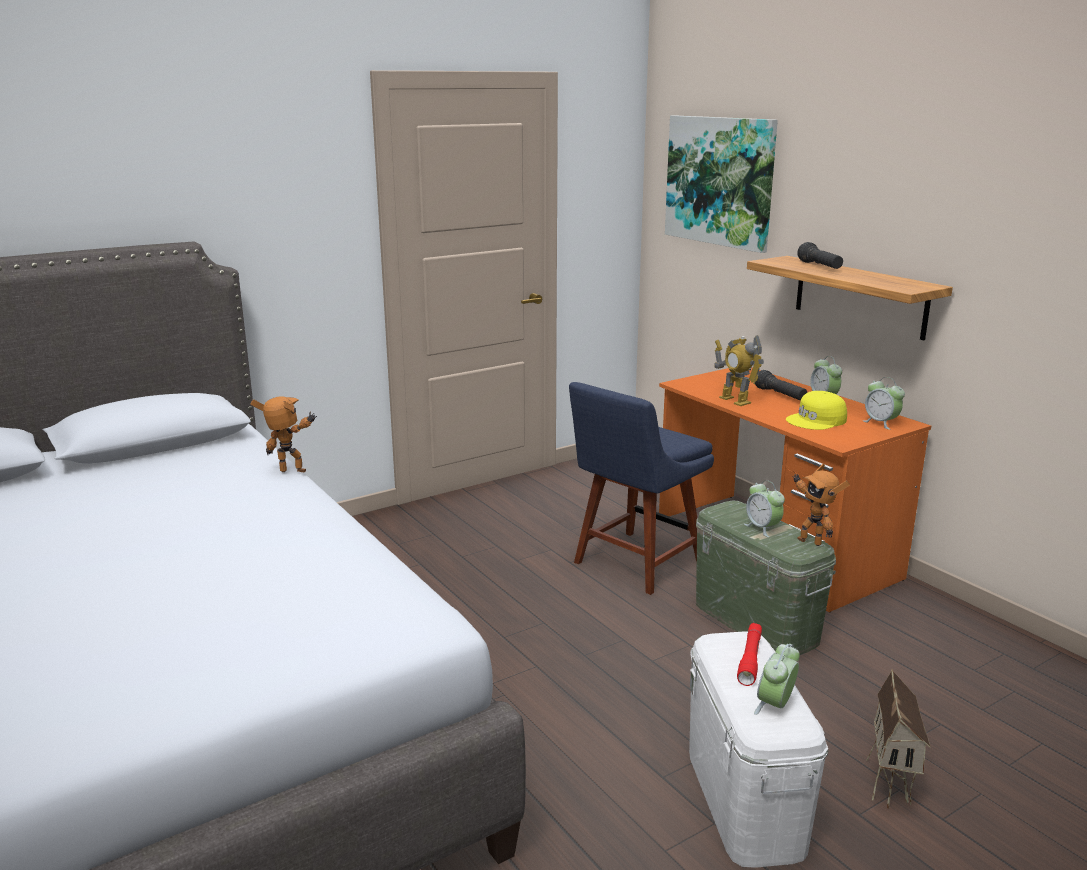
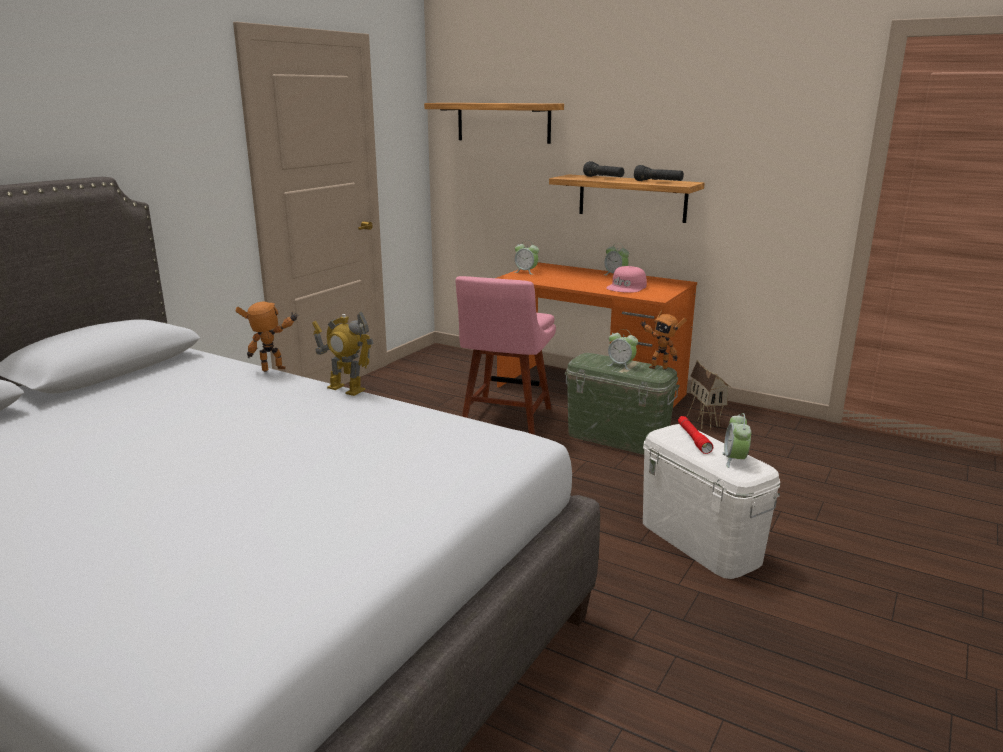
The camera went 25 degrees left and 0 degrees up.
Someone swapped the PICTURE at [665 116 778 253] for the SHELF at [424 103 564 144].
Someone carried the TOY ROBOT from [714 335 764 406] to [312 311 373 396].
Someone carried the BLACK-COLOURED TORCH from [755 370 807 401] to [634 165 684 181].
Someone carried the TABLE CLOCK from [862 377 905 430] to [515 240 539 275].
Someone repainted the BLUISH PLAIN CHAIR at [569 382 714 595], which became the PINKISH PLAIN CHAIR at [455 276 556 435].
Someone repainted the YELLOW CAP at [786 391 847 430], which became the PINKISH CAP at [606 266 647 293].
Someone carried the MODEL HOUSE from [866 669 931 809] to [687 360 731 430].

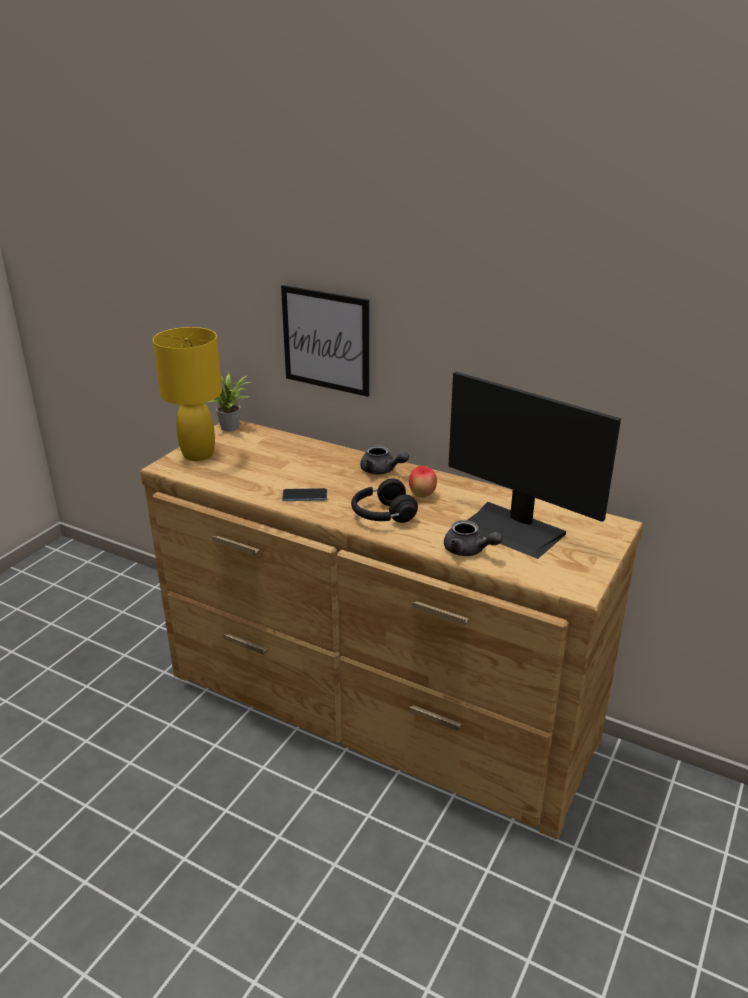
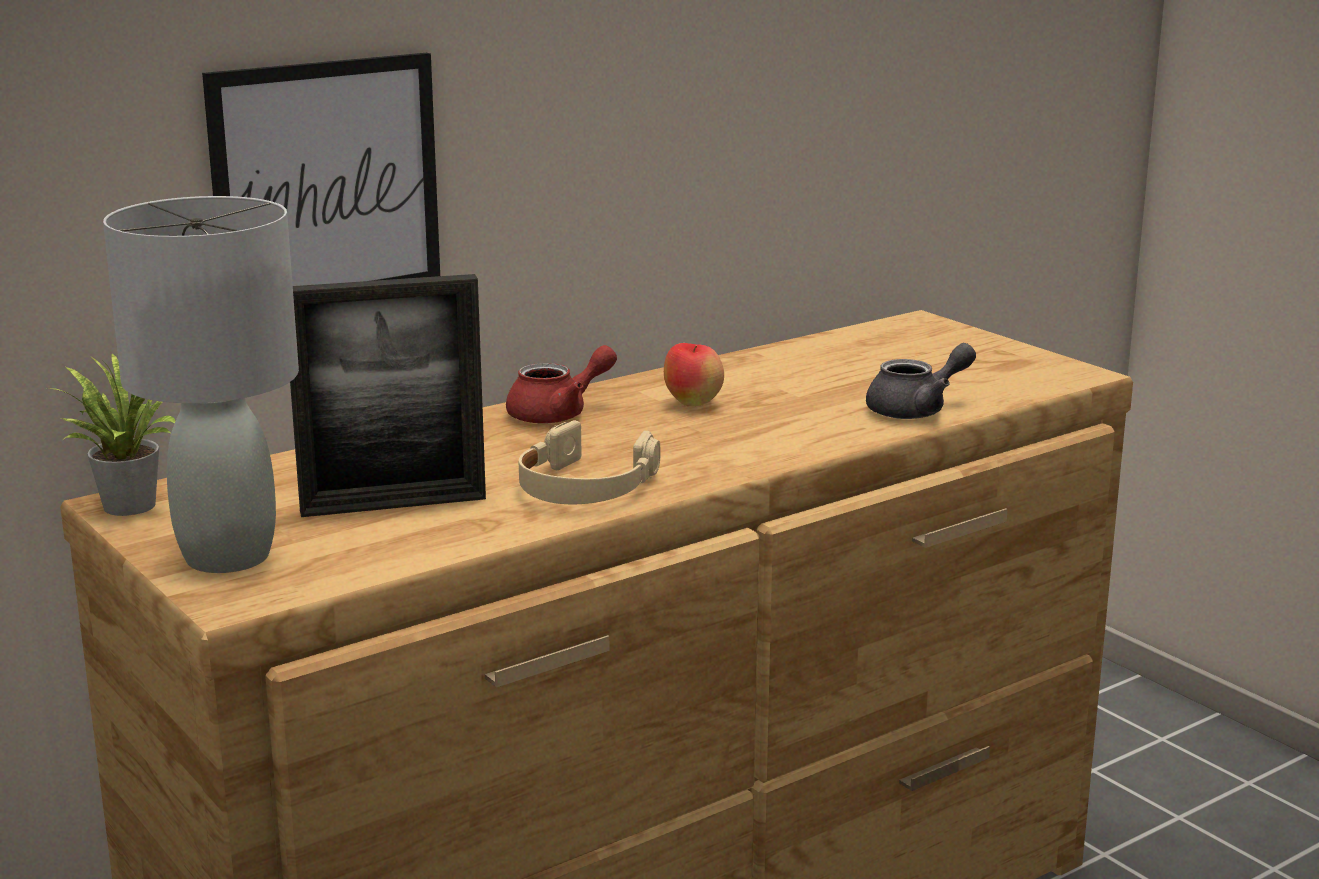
The camera went 65 degrees left and 10 degrees down.
Someone repainted the YELLOW TABLETOP LAMP at [153 327 222 461], which became the GREYISH TABLETOP LAMP at [103 196 299 573].
Someone took away the COMPUTER DISPLAY at [448 372 621 559].
Someone repainted the GREYISH POT FOR TEA at [360 445 409 475], which became the REDDISH POT FOR TEA at [506 345 617 424].
Someone took away the BLACK-COLOURED HEADSET at [351 478 418 523].
Someone swapped the PHONE at [282 488 327 501] for the BEIGE-COLOURED HEADSET at [519 420 660 504].
Someone put down the PICTURE FRAME at [290 274 486 517].

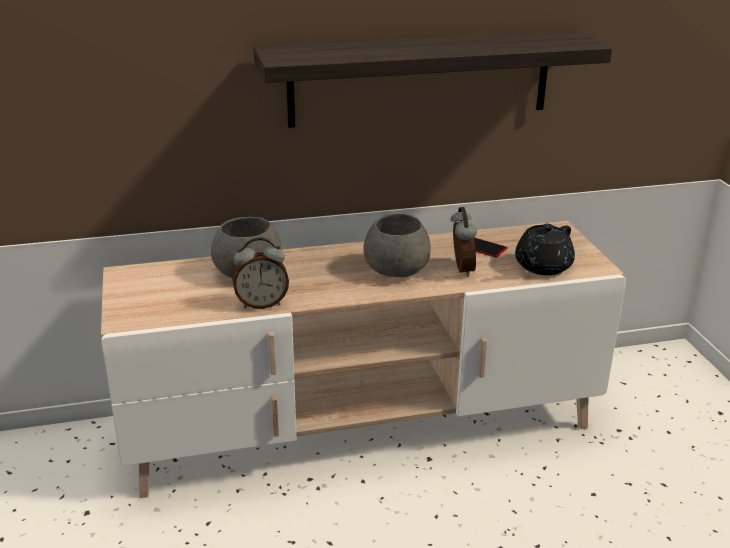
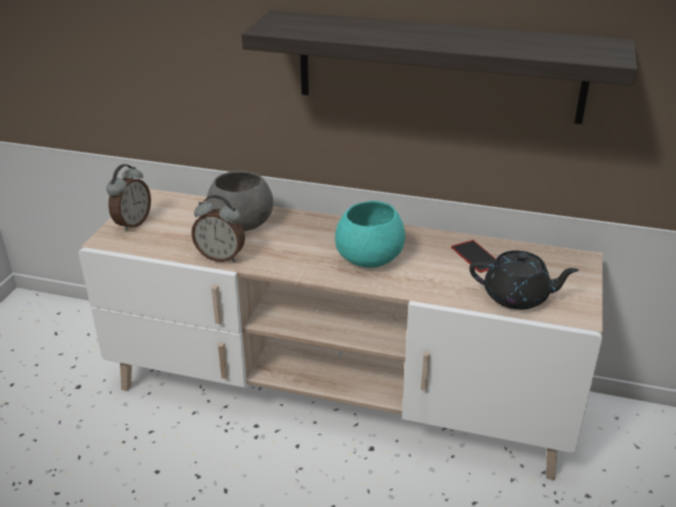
The camera went 30 degrees right and 5 degrees up.
Someone carried the TABLE CLOCK from [450 207 477 277] to [106 164 151 232].
Someone repainted the GREYISH SERVING BOWL at [363 214 431 277], which became the TURQUOISE-COLOURED SERVING BOWL at [335 201 405 268].
Someone rotated the BLACK-COLOURED POT FOR TEA at [515 224 575 275] by 150 degrees counterclockwise.

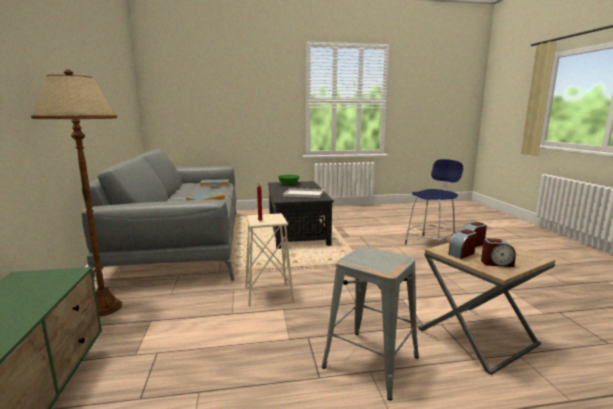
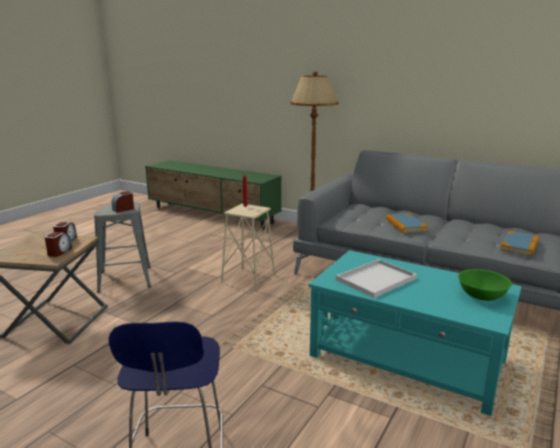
The camera went 130 degrees right and 5 degrees up.
Someone repainted the BLACK-COLOURED COFFEE TABLE at [268 181 334 249], which became the TURQUOISE-COLOURED COFFEE TABLE at [308 250 522 416].
Someone carried the TABLE CLOCK from [481 238 516 267] to [112 191 134 213].

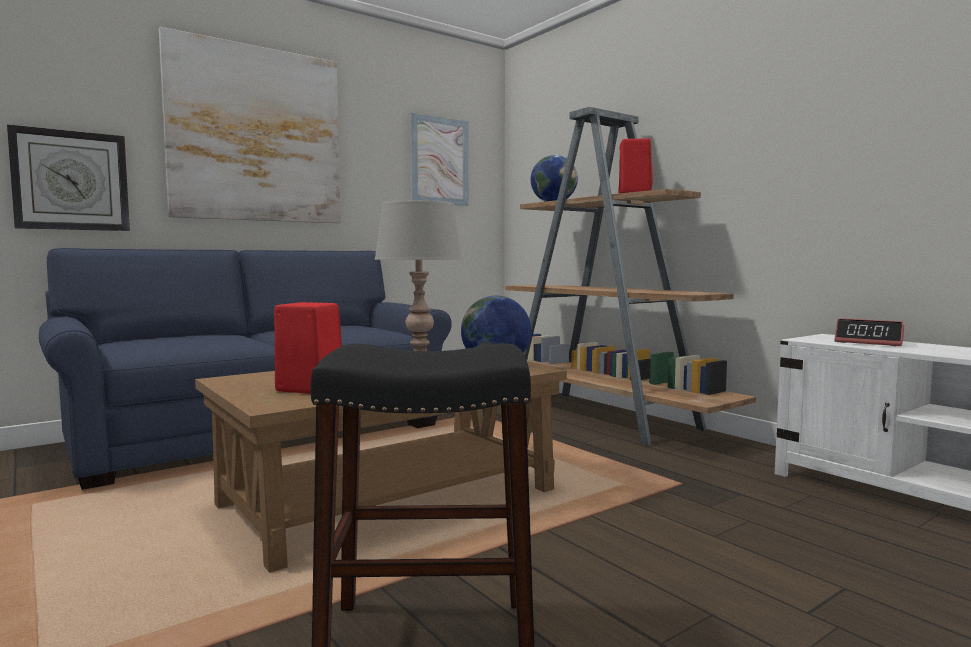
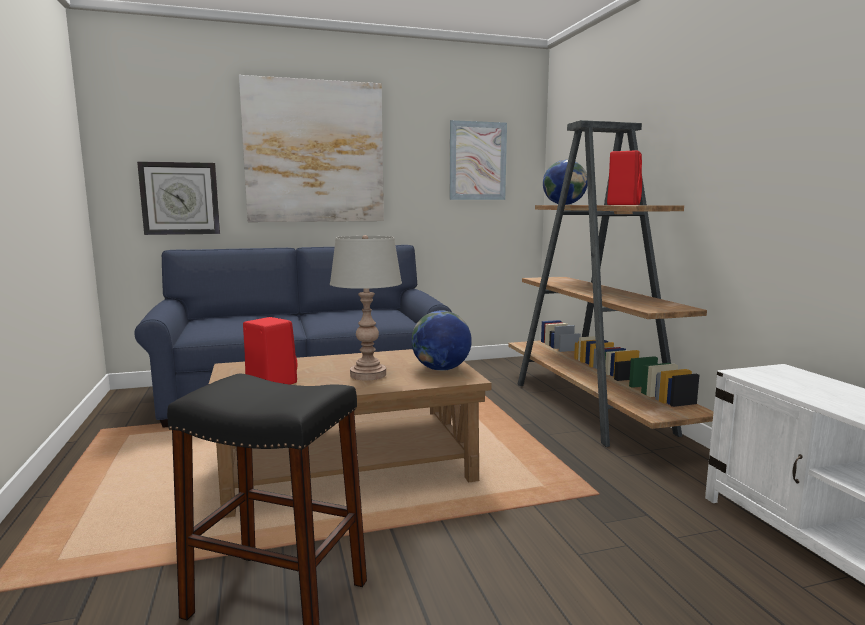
The camera went 20 degrees right and 5 degrees up.
Someone took away the TABLE CLOCK at [834 318 904 346].

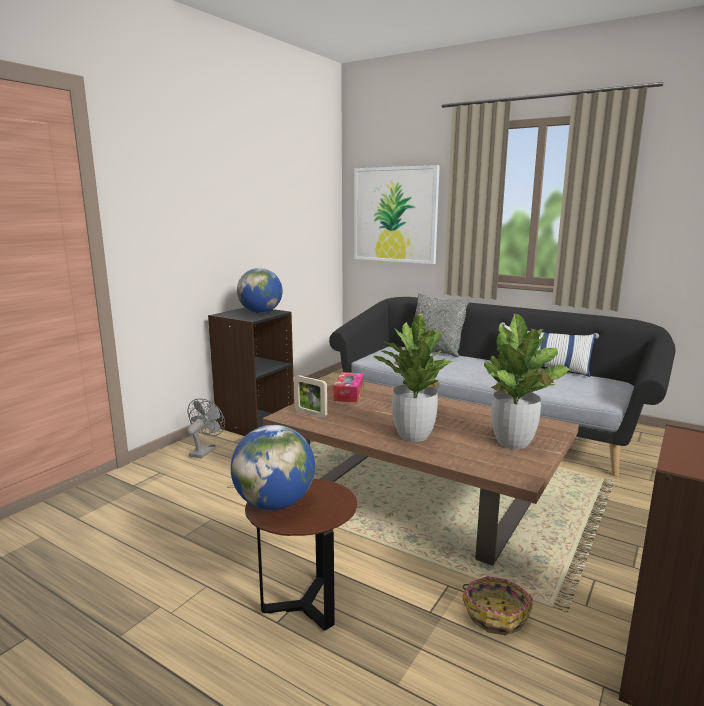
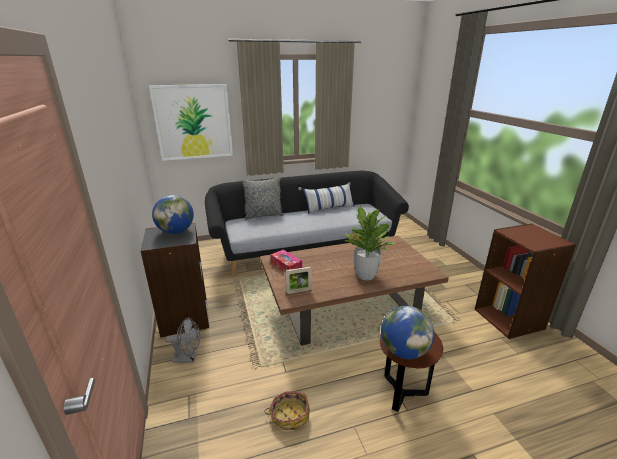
The camera went 50 degrees left and 10 degrees up.
Someone took away the POTTED PLANT at [484 313 570 449].
Someone rotated the GREYISH FAN at [187 398 225 458] by 120 degrees clockwise.
Someone carried the BASKET from [462 576 533 635] to [264 392 310 430].

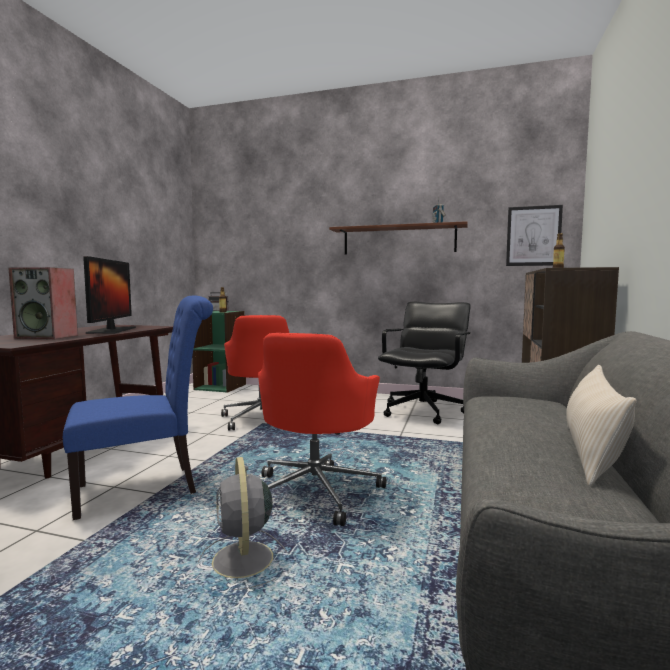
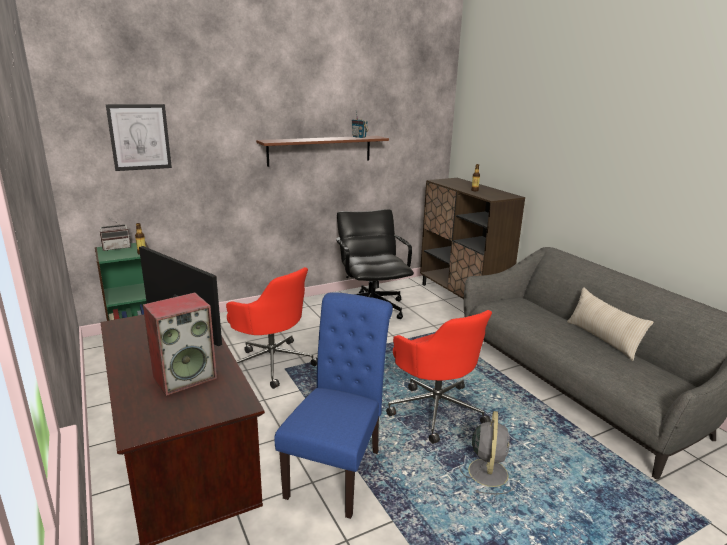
The camera went 45 degrees left and 15 degrees up.
Someone carried the PICTURE from [506 205 563 266] to [106 104 172 171].
Someone rotated the GREYISH FAN at [198 457 287 590] by 105 degrees counterclockwise.

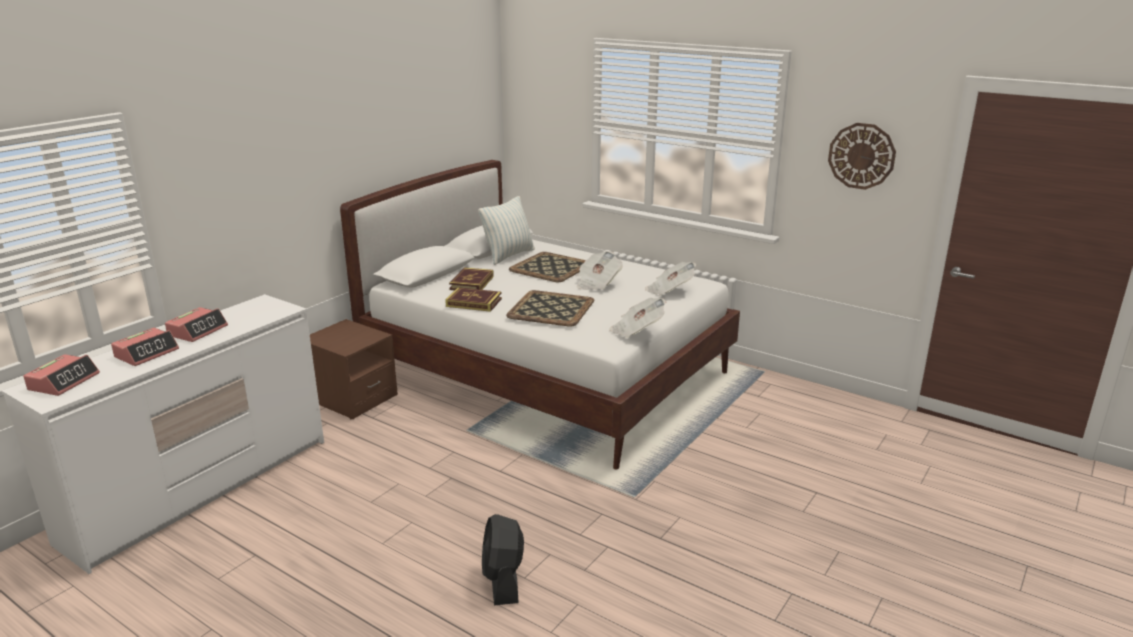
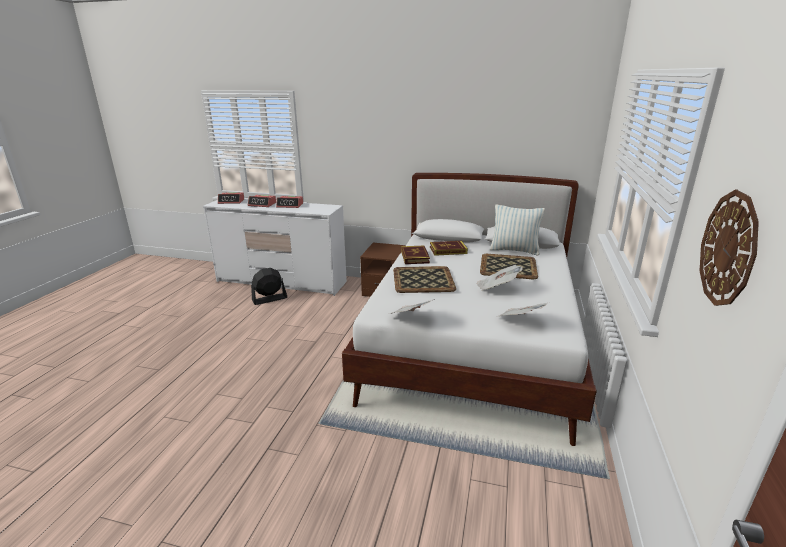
The camera went 70 degrees right and 0 degrees up.
Someone carried the BLACK-COLOURED FAN from [482 514 524 605] to [251 268 287 305].

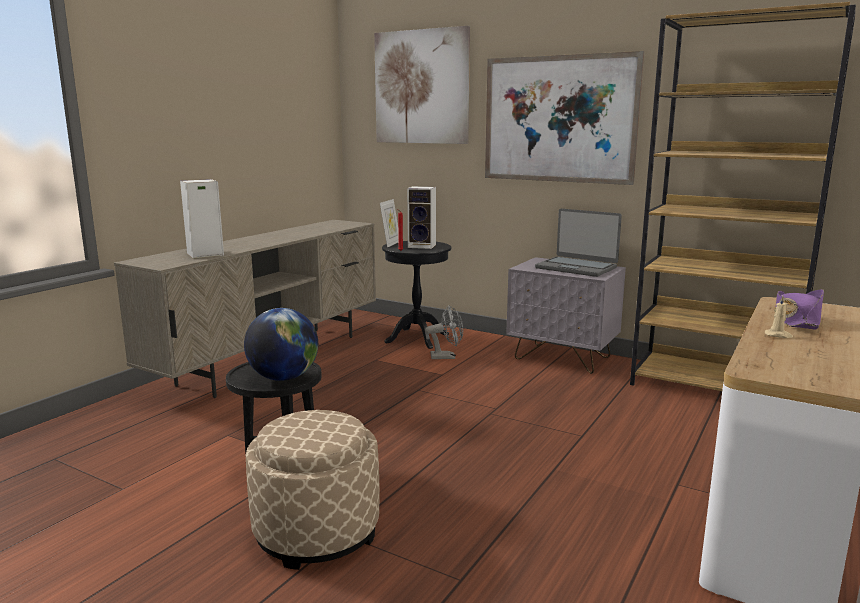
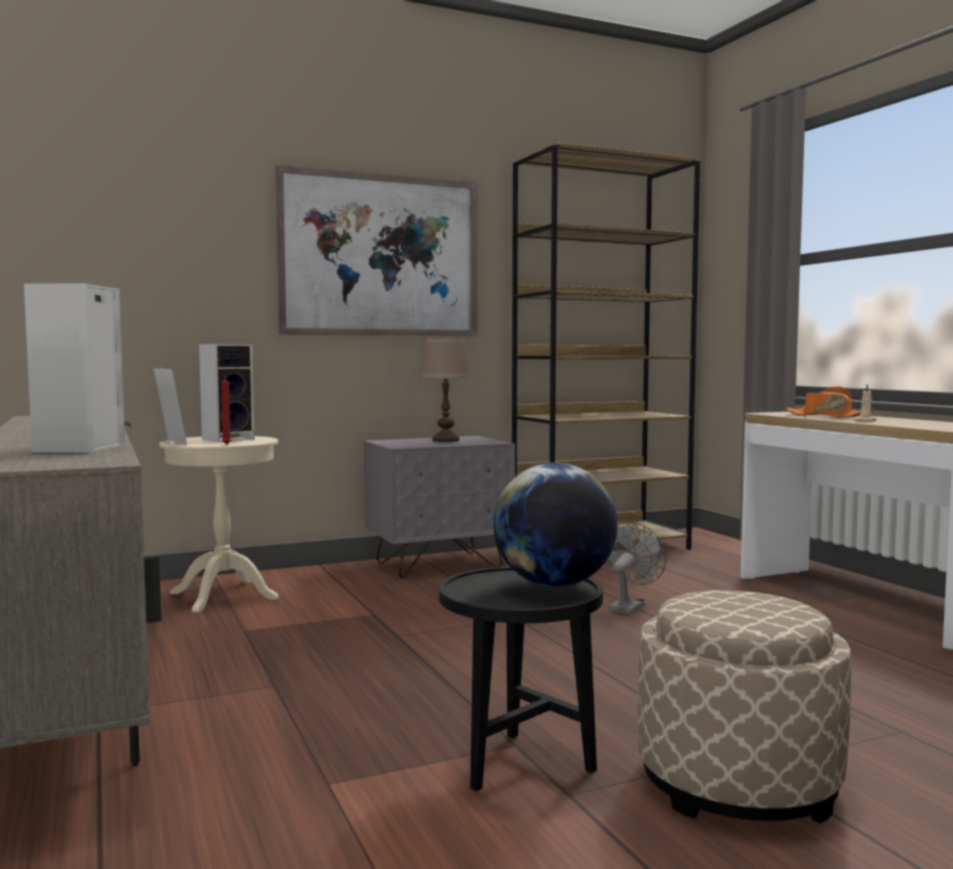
The camera went 55 degrees left and 10 degrees down.
Someone took away the PICTURE at [374 26 470 144].
Someone swapped the LAPTOP at [535 209 622 277] for the BROWNISH TABLETOP LAMP at [421 337 470 442].
Someone repainted the BLACK-COLOURED END TABLE at [382 241 451 349], which became the BEIGE-COLOURED END TABLE at [159 436 279 613].
Someone repainted the PURPLE WEARABLE HAT at [774 289 824 329], which became the ORANGEY WEARABLE HAT at [785 386 875 418].
Someone carried the GREYISH FAN from [425 305 463 359] to [606 522 666 615].

